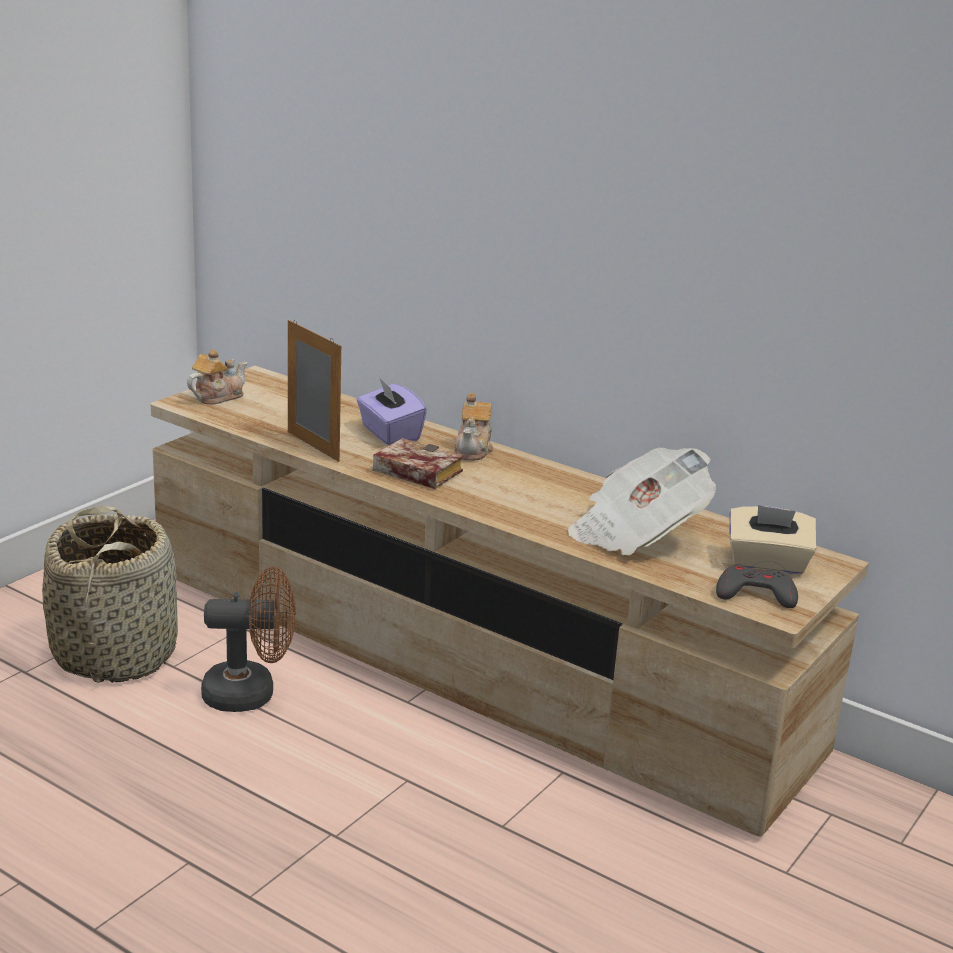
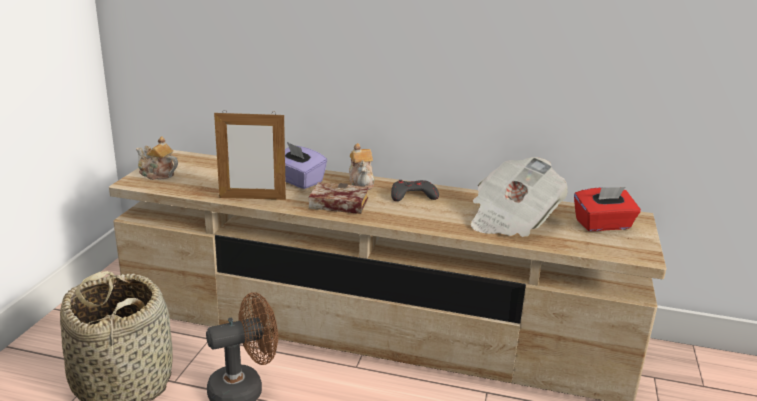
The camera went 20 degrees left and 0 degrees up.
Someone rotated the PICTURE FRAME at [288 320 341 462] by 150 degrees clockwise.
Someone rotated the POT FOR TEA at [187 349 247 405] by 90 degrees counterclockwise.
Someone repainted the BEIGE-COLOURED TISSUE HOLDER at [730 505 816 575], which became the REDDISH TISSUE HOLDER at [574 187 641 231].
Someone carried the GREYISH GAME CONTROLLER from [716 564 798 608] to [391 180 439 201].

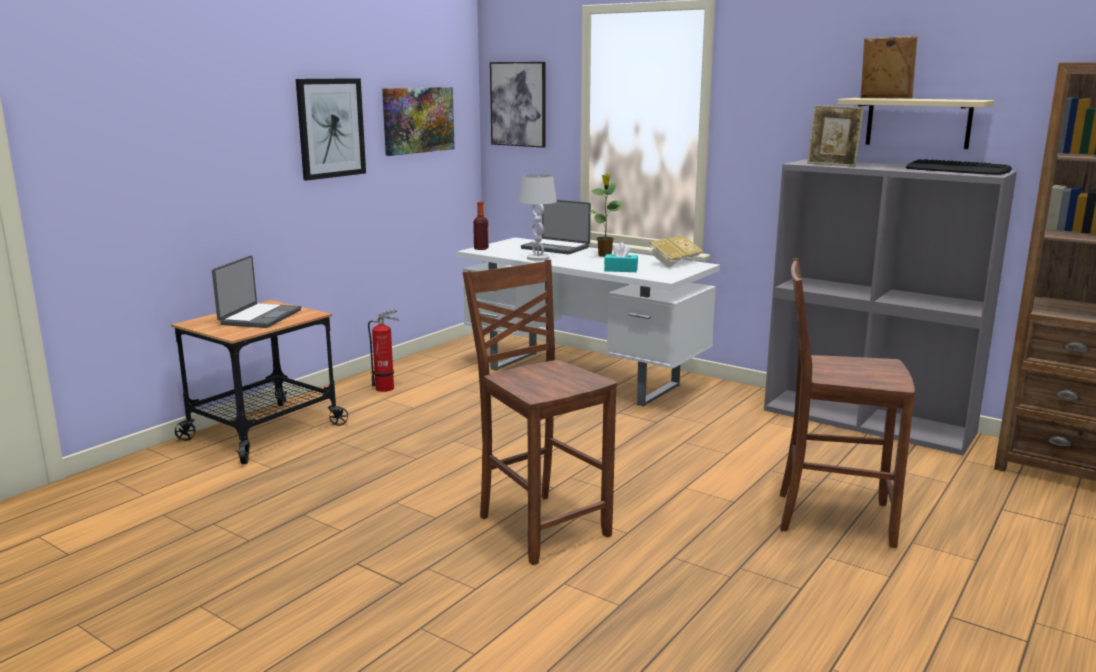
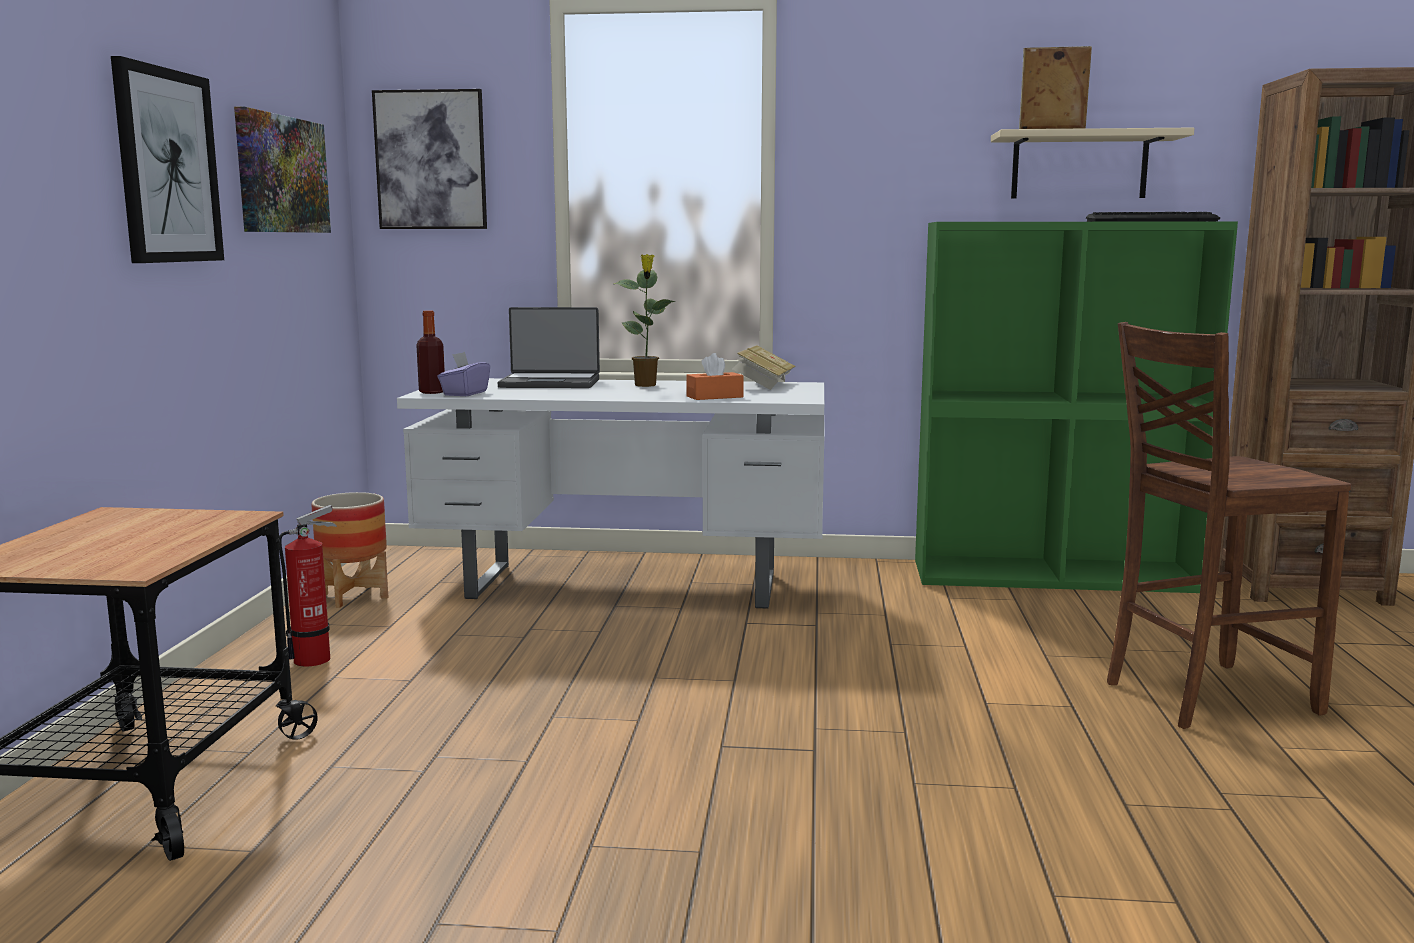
The camera went 30 degrees left and 5 degrees down.
Someone took away the PICTURE FRAME at [807 105 864 167].
Someone repainted the GREYISH BOOKSHELF at [764 159 1017 455], which became the GREENISH BOOKSHELF at [915 222 1238 593].
Someone took away the WHITE-COLOURED TABLETOP LAMP at [519 174 557 261].
Someone repainted the TURQUOISE-COLOURED TISSUE HOLDER at [604 243 638 272], which became the ORANGEY TISSUE HOLDER at [687 353 744 400].
Someone took away the LAPTOP at [212 255 301 328].
Someone took away the BROWNISH PLAIN CHAIR at [463 260 617 565].
Someone put down the PURPLE TISSUE HOLDER at [438 352 490 396].
Someone put down the PLANT POT at [311 492 388 608].

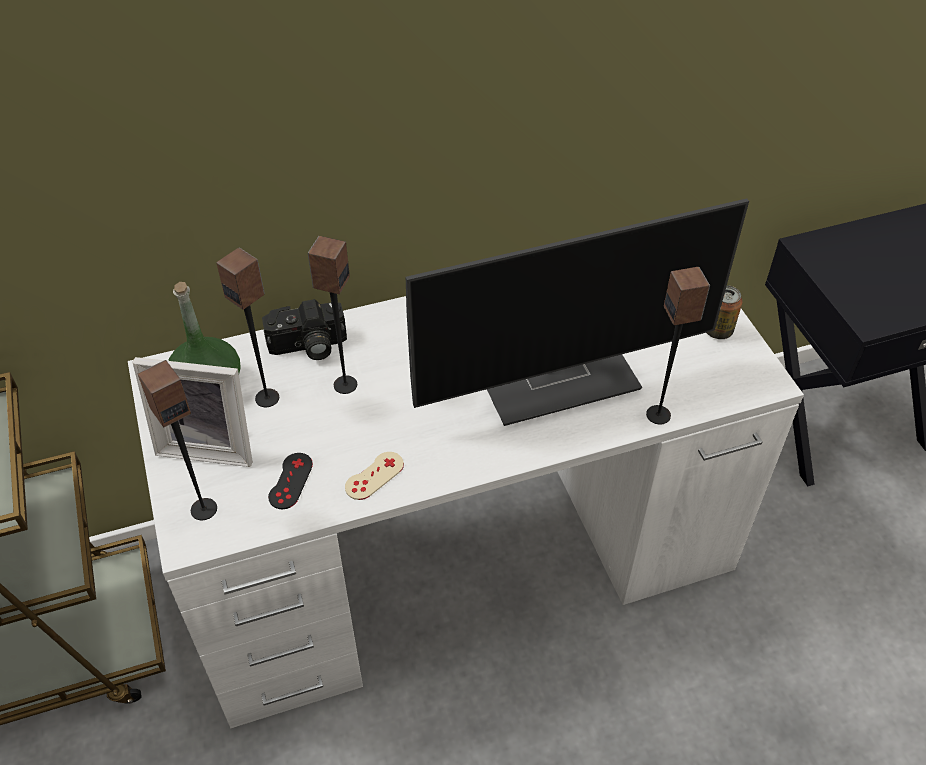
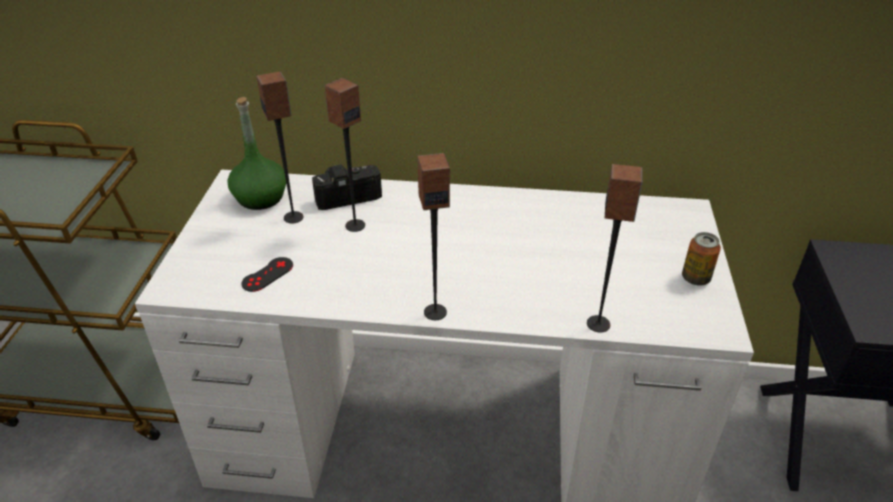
The camera went 25 degrees right and 10 degrees down.
Someone took away the COMPUTER DISPLAY at [406 198 749 426].
Someone rotated the PHOTO CAMERA at [262 299 347 360] by 150 degrees clockwise.
Someone took away the PICTURE FRAME at [132 357 253 467].
Someone carried the SPEAKER from [137 360 217 520] to [418 153 450 320].
Someone took away the BEIGE-COLOURED GAME CONTROLLER at [345 452 404 500].

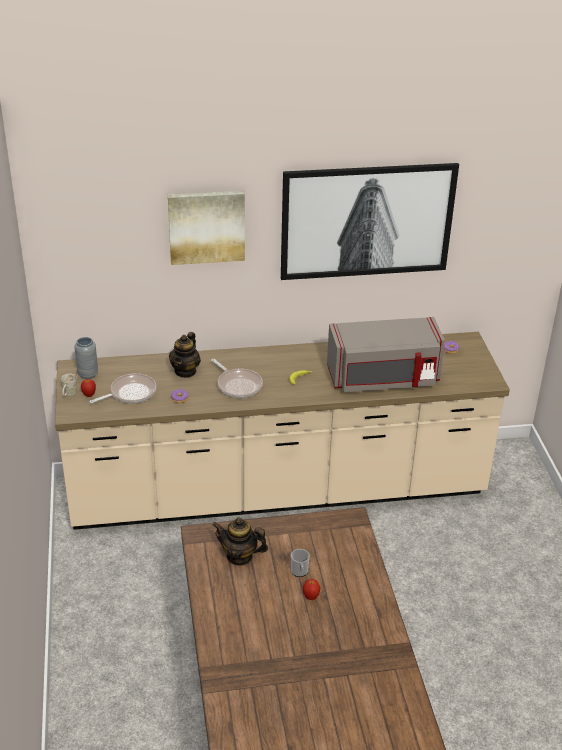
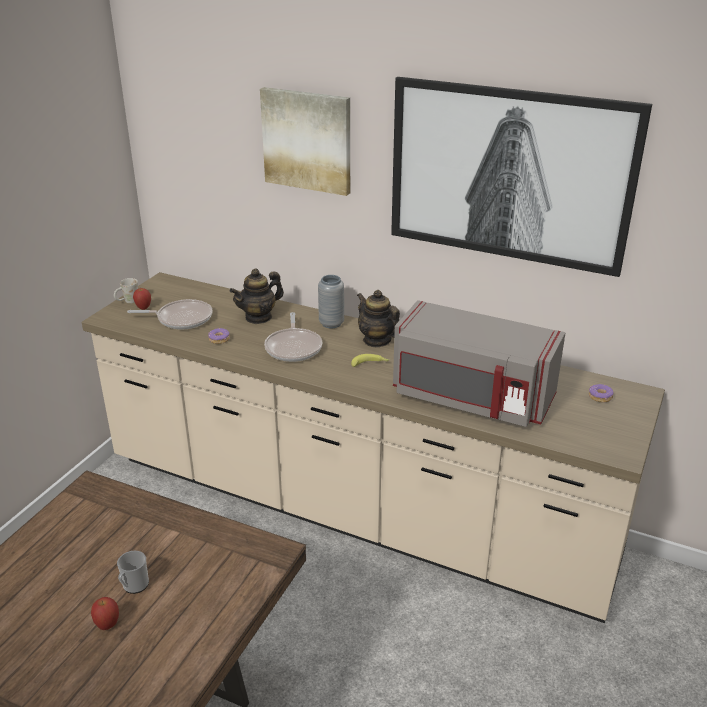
The camera went 35 degrees right and 5 degrees down.
Someone carried the GREYISH VASE from [74 337 98 379] to [318 275 344 329].
Someone carried the POT FOR TEA from [213 517 268 566] to [357 290 400 347].

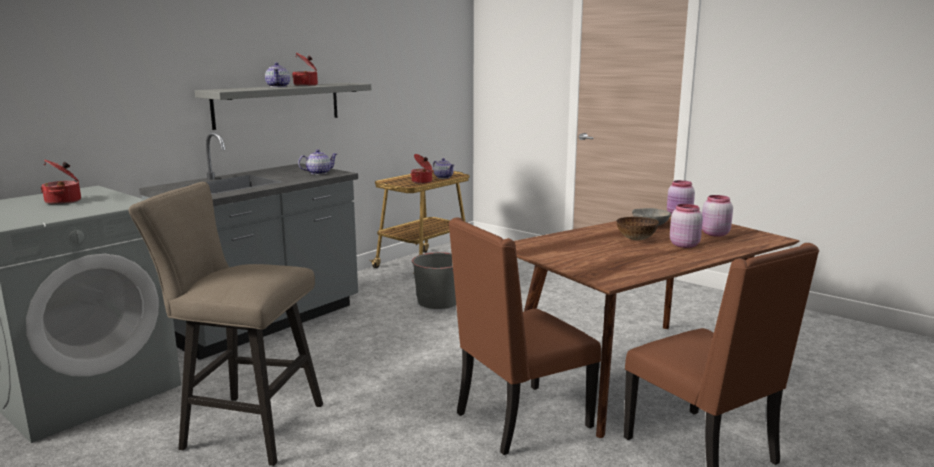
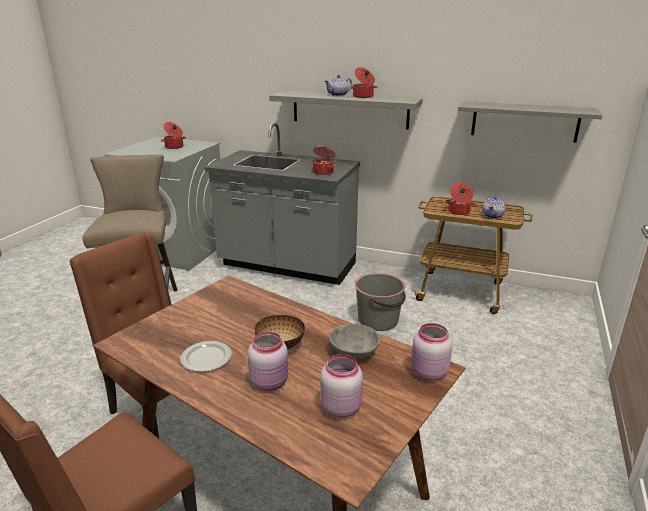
The camera went 70 degrees right and 10 degrees up.
Someone swapped the POT FOR TEA at [298 149 337 175] for the STOCKPOT at [312 147 335 175].
Someone put up the GREYISH SHELF at [458 101 602 143].
Someone put down the PLATE at [180 341 232 372].

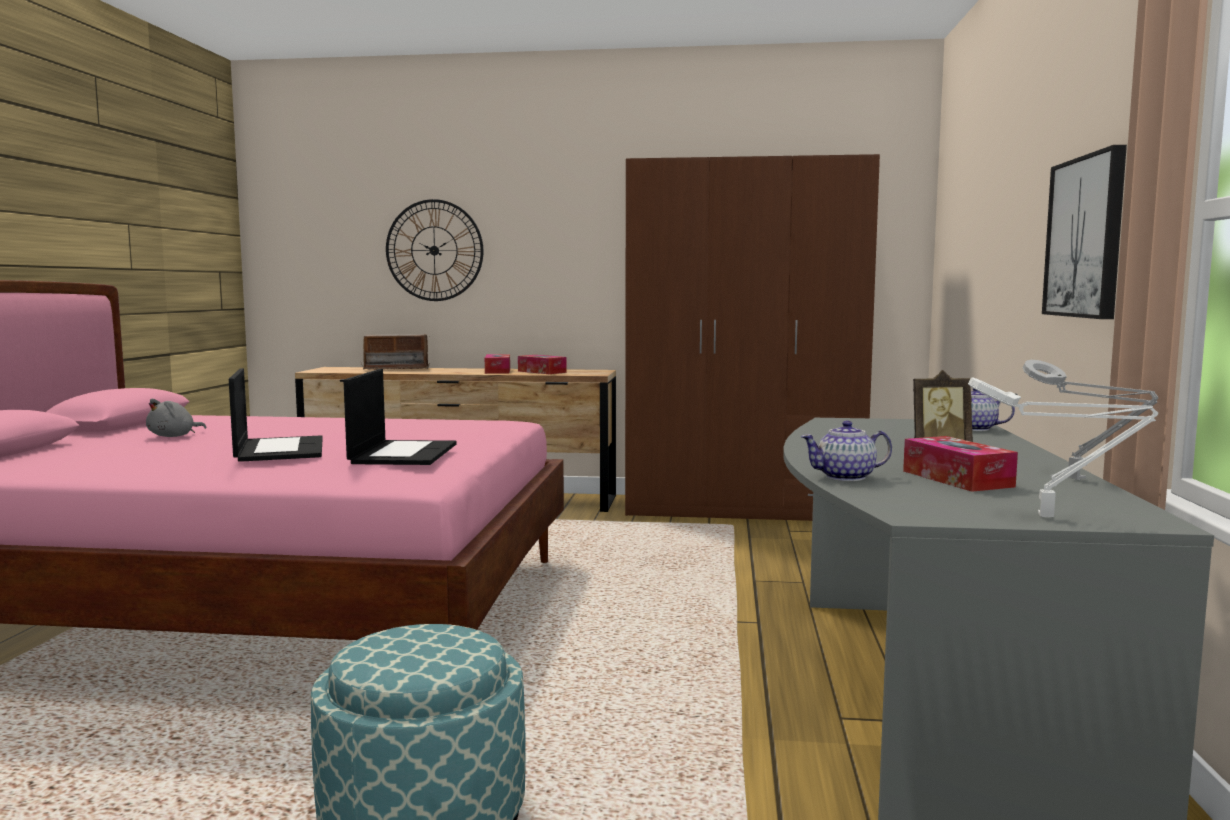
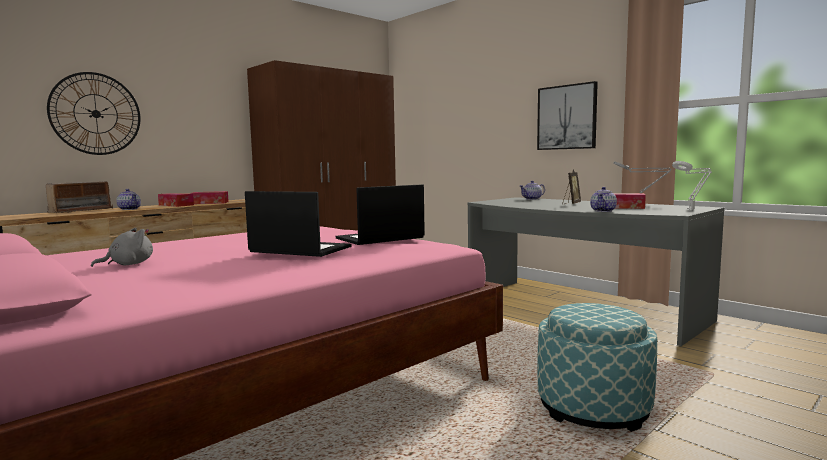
The camera went 50 degrees left and 0 degrees up.
Someone rotated the LAPTOP at [343 369 456 465] by 75 degrees counterclockwise.
Someone rotated the GREYISH CUDDLY TOY at [146 399 206 437] by 120 degrees counterclockwise.
Someone put down the POT FOR TEA at [116 189 141 210].

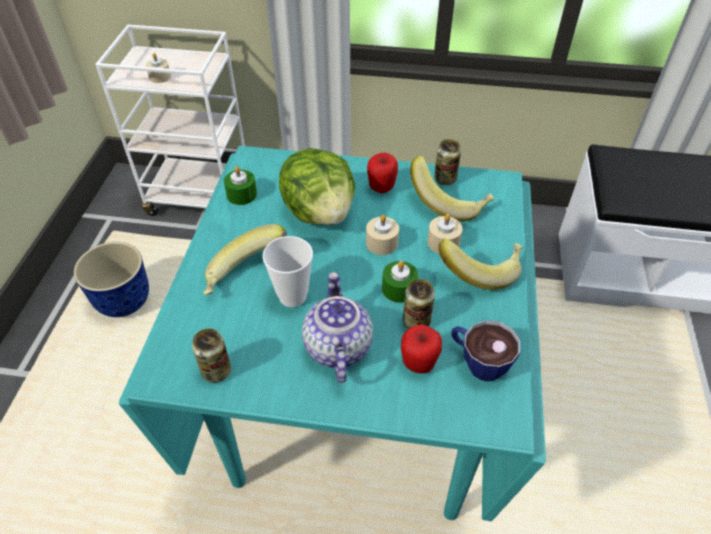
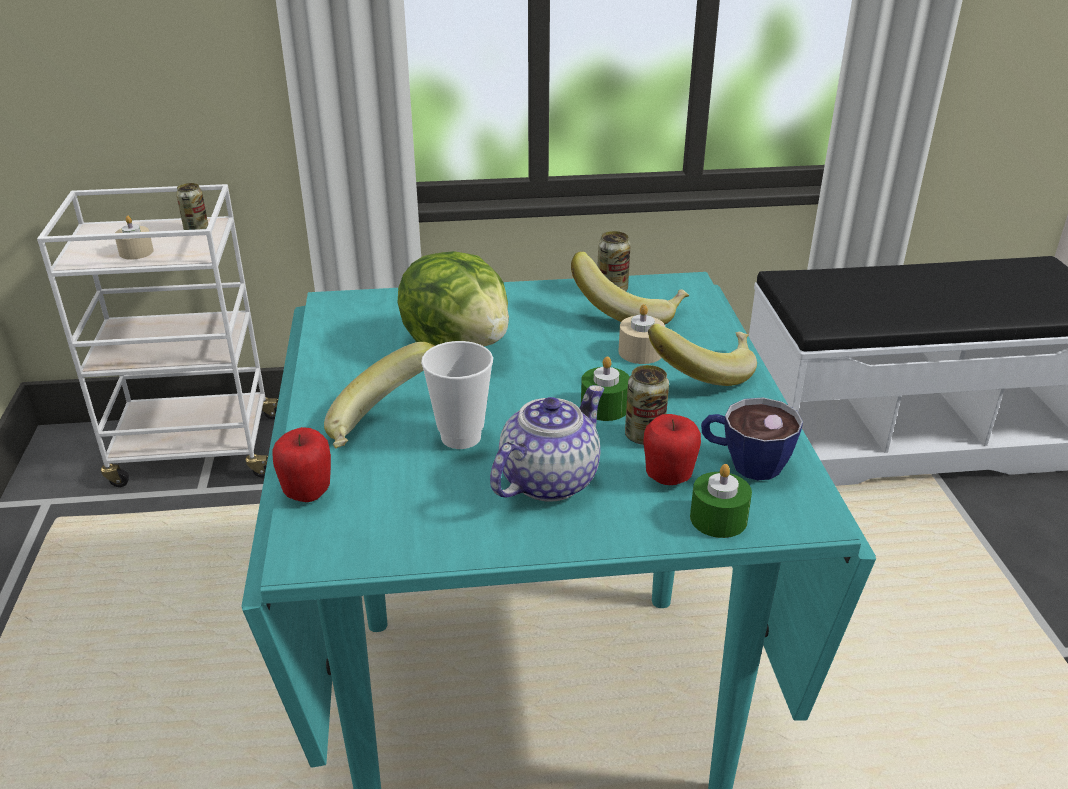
The camera went 15 degrees left and 15 degrees down.
Someone carried the APPLE FRUIT from [367 152 398 193] to [272 427 331 502].
Someone carried the GREENISH WAX CANDLE from [224 166 257 205] to [690 464 752 538].
Someone took away the BEIGE-COLOURED WAX CANDLE at [366 214 399 255].
Someone took away the PLANT POT at [74 242 149 317].
Someone rotated the POT FOR TEA at [302 272 373 383] by 60 degrees clockwise.
Someone carried the METAL CAN from [192 328 231 383] to [176 183 208 230].

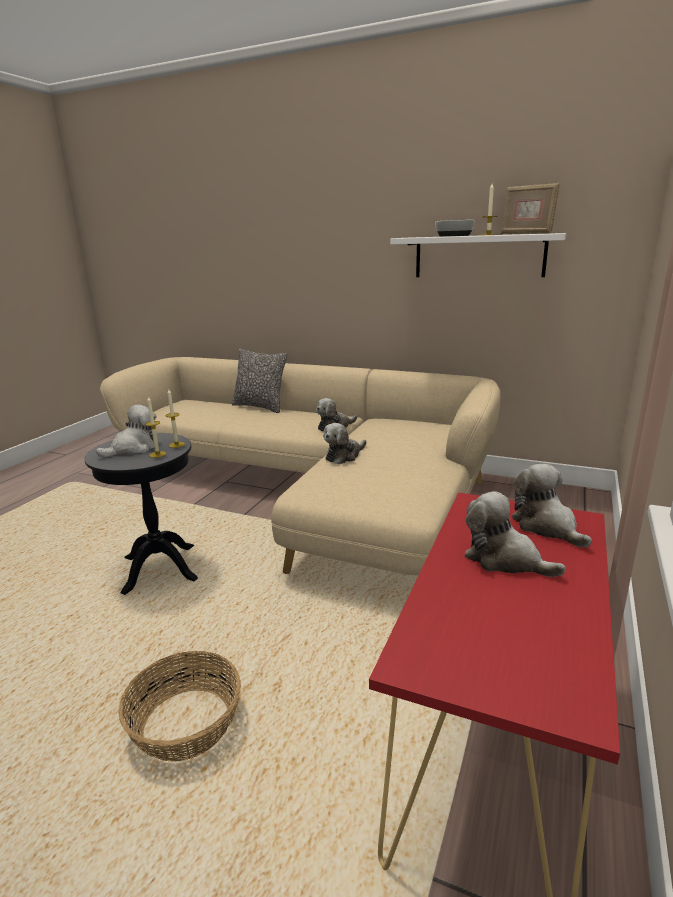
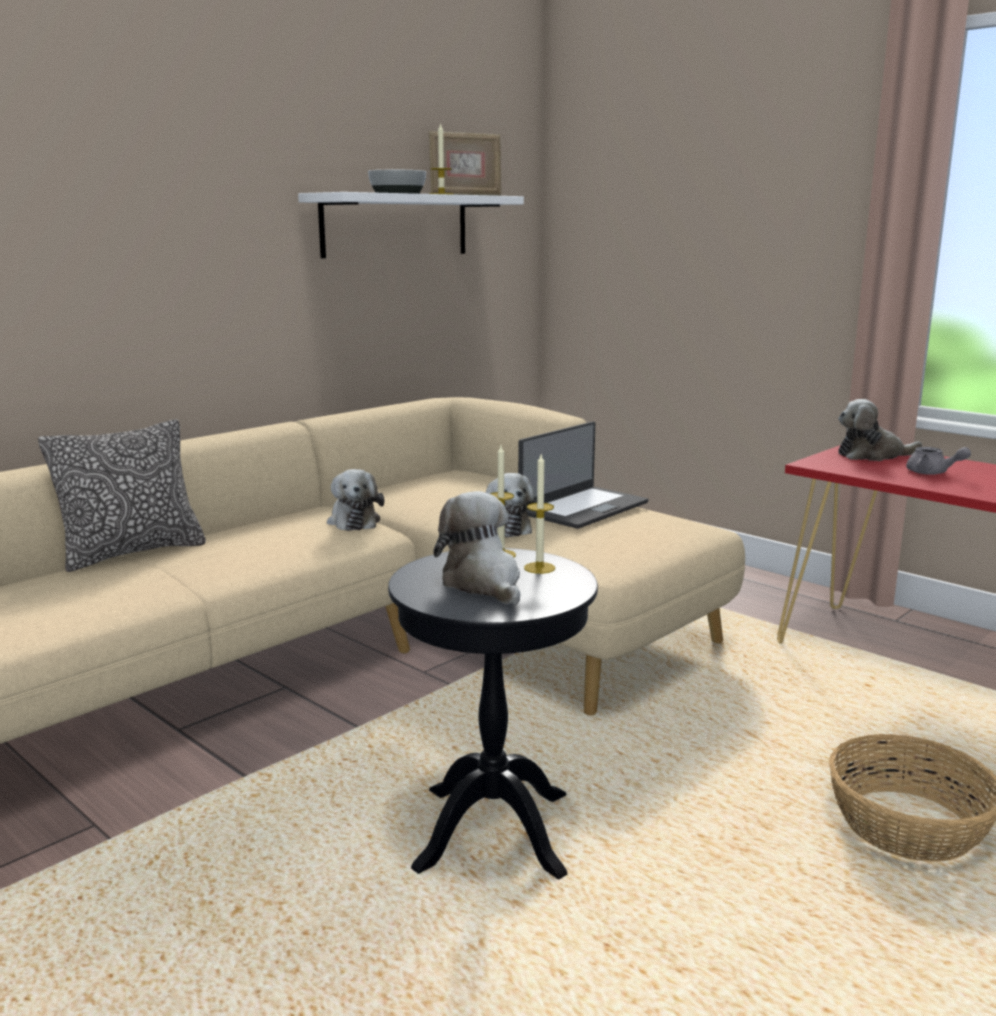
The camera went 70 degrees left and 5 degrees down.
Someone swapped the CUDDLY TOY at [464 491 566 577] for the GREYISH POT FOR TEA at [906 447 971 475].
Someone put down the LAPTOP at [518 422 649 529].

